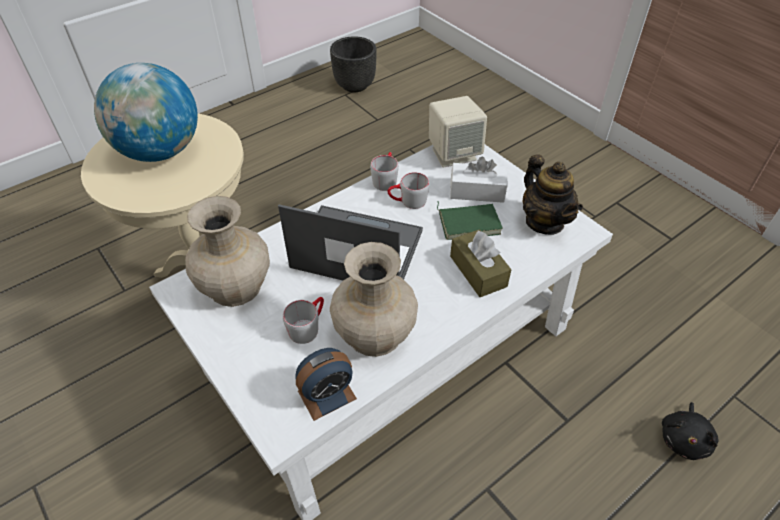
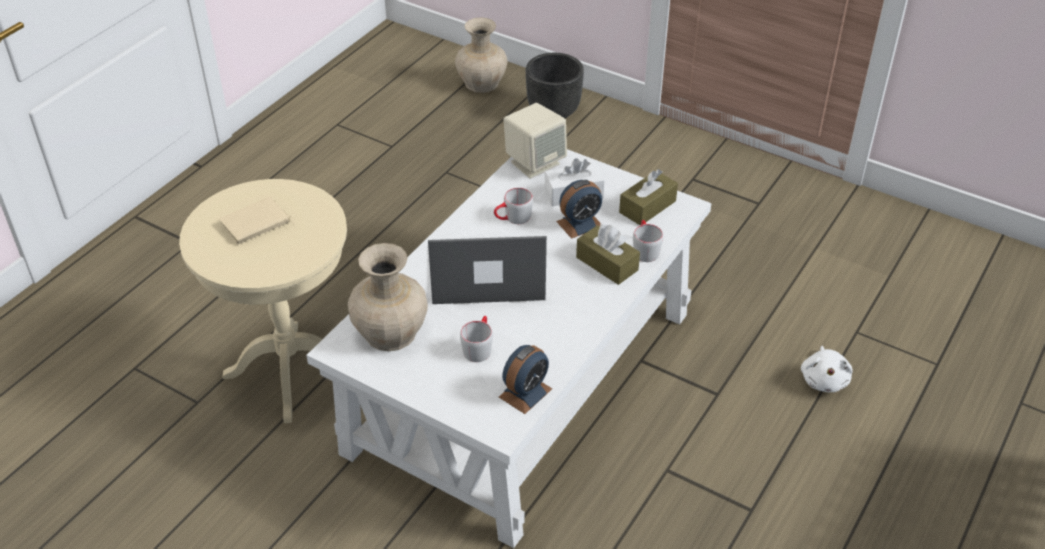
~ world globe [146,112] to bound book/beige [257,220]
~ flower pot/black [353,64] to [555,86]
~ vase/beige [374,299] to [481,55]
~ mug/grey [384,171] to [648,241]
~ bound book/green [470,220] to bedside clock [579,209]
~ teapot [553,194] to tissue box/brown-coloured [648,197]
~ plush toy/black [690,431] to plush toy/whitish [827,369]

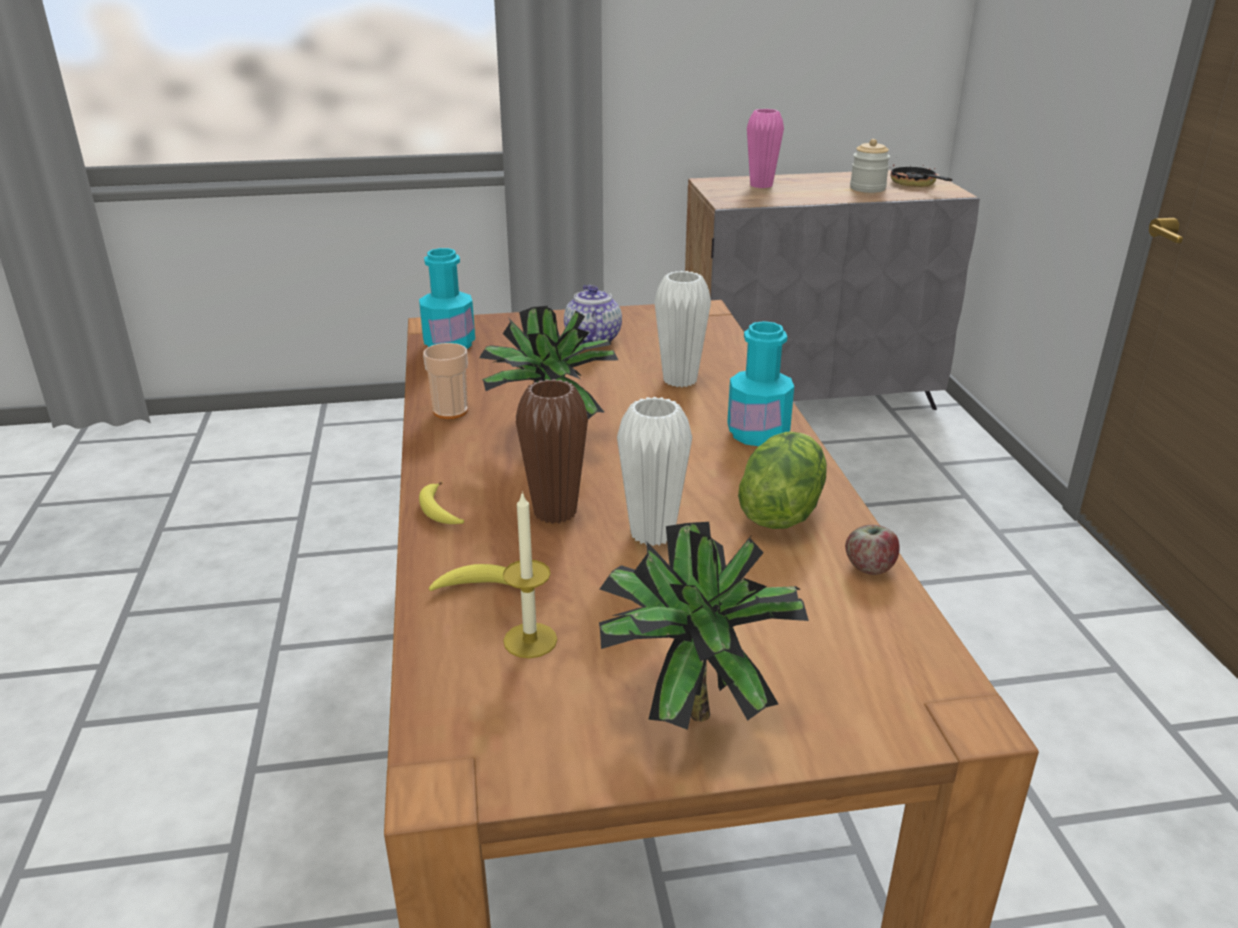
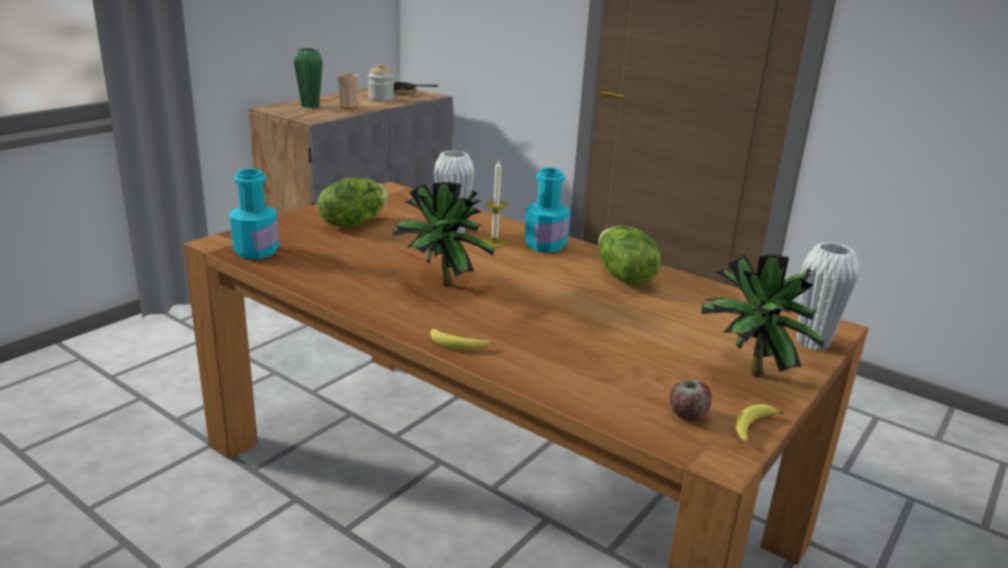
~ small cup [445,381] to [347,90]
~ banana [475,577] to [759,423]
~ wax candle [530,574] to [495,203]
- vase/brown-coloured [552,451]
~ teapot [593,315] to head of lettuce [353,202]
~ vase/whitish [654,471] to [828,296]
~ vase/pink-coloured [765,148] to vase/green [308,78]
~ apple [872,550] to [691,400]

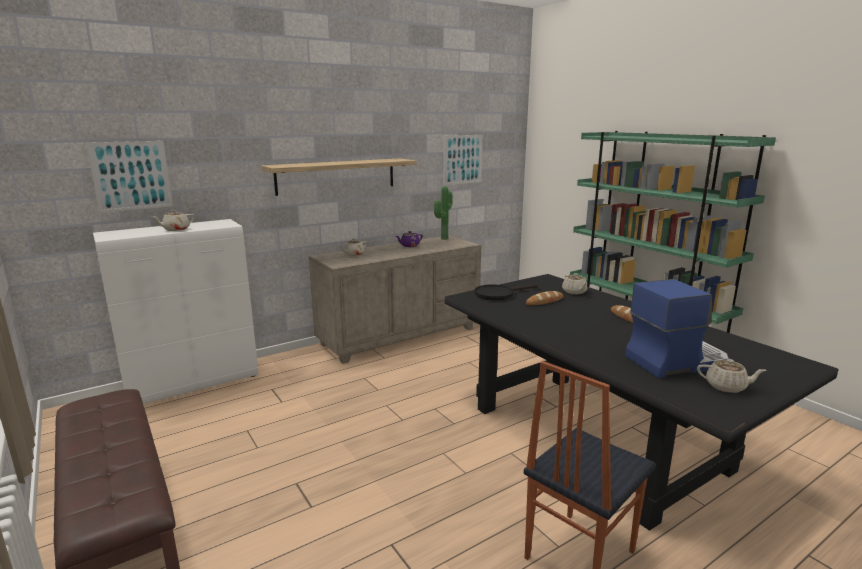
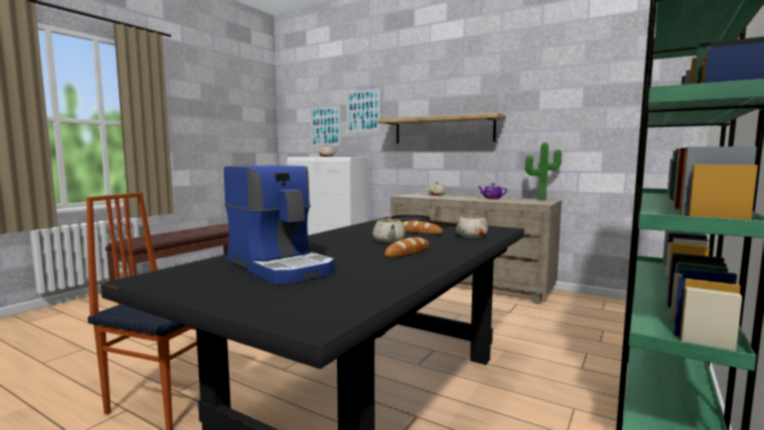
~ picture [463,160] to [363,110]
~ teapot/beige [731,376] to [389,229]

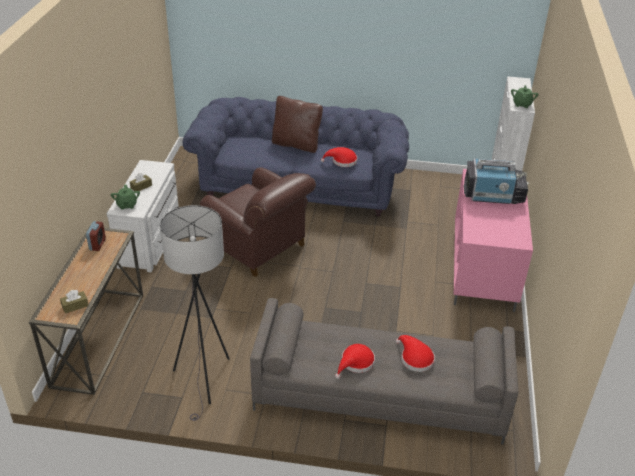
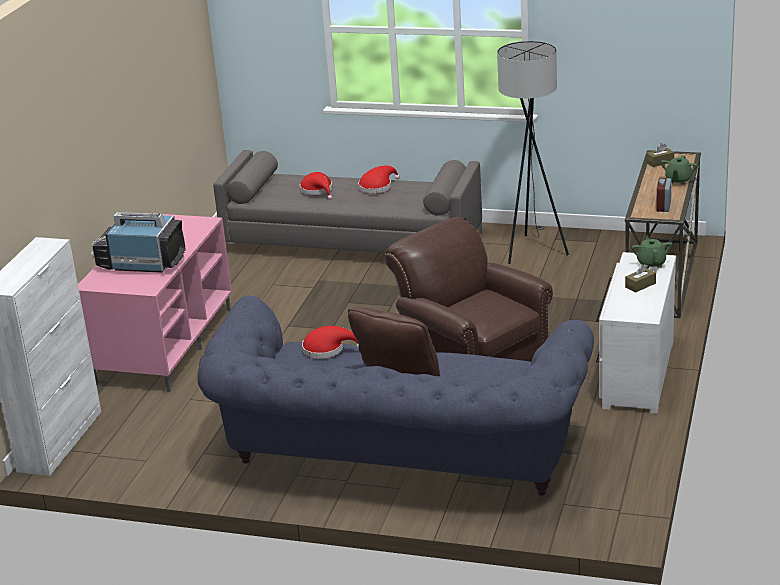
~ teapot/green [525,96] to [679,170]

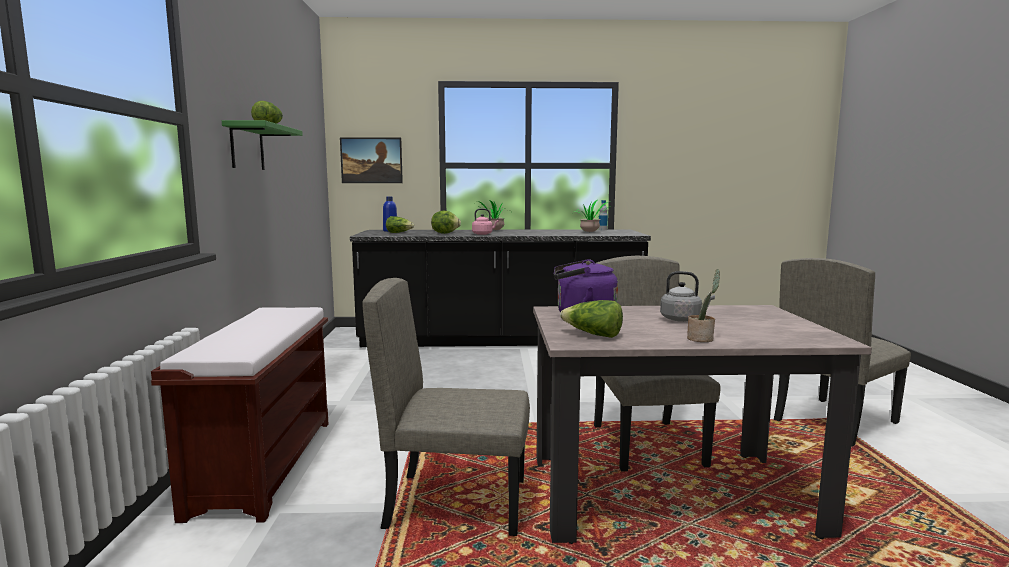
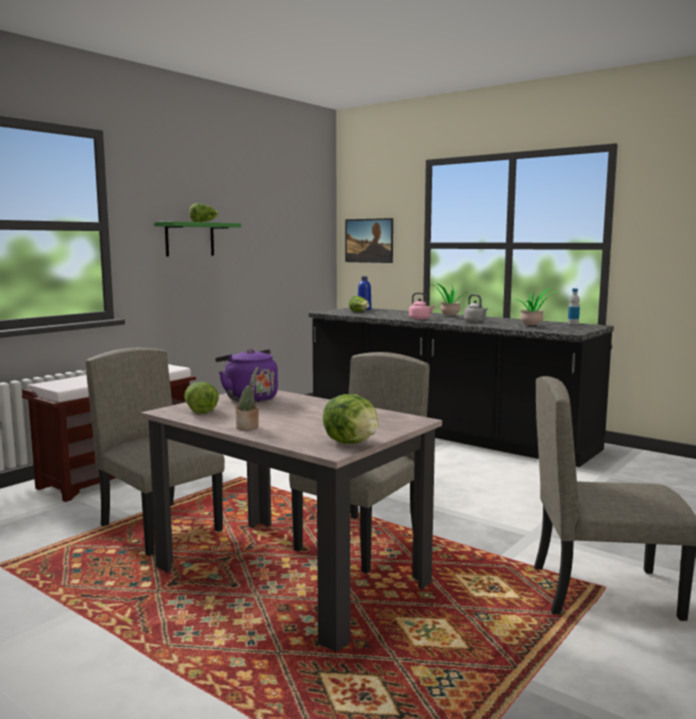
~ head of lettuce [446,222] to [350,419]
~ water kettle/grey [687,296] to [476,308]

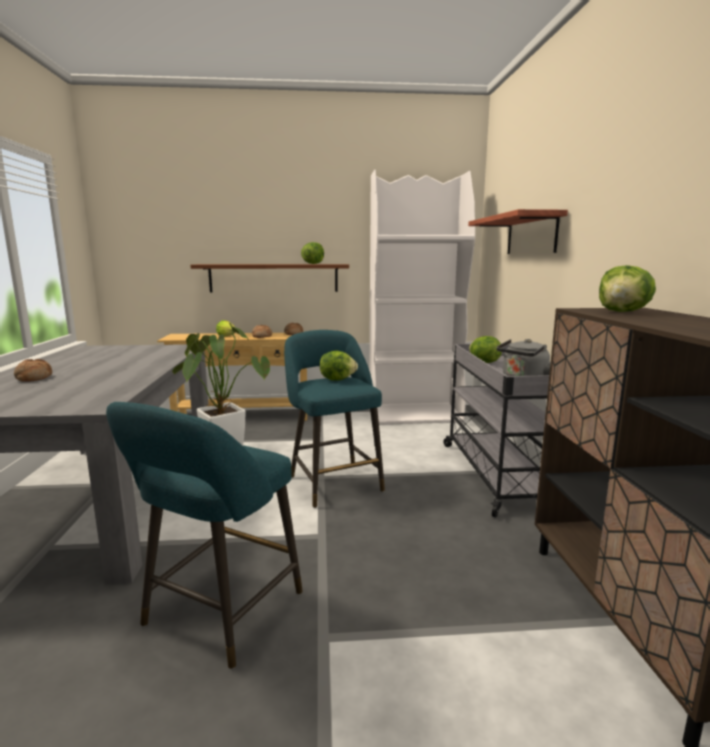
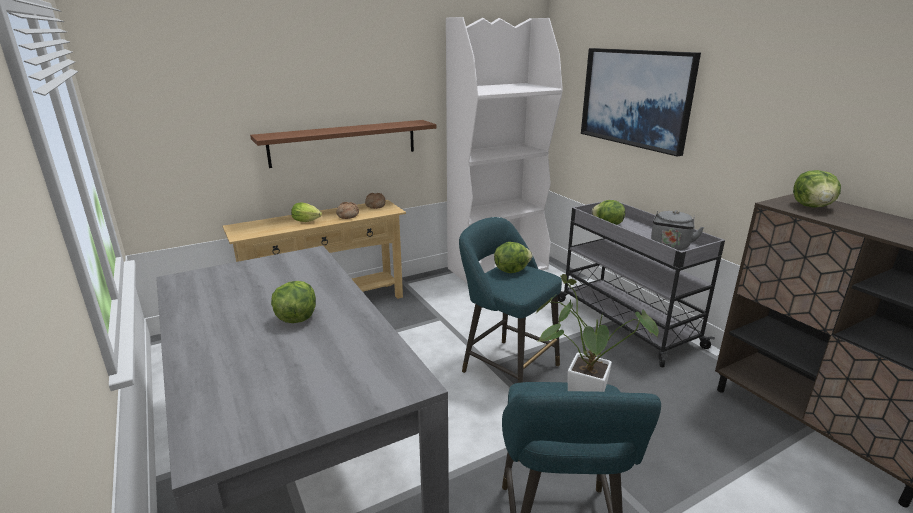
- baked bread [33,370]
~ head of lettuce [312,253] to [293,302]
~ bracket shelf [518,231] to picture [641,102]

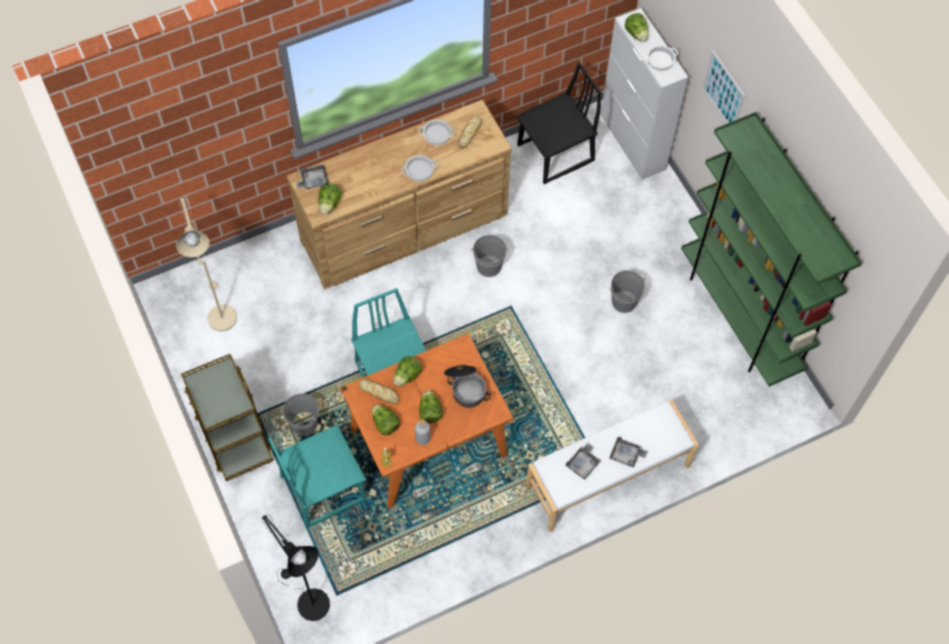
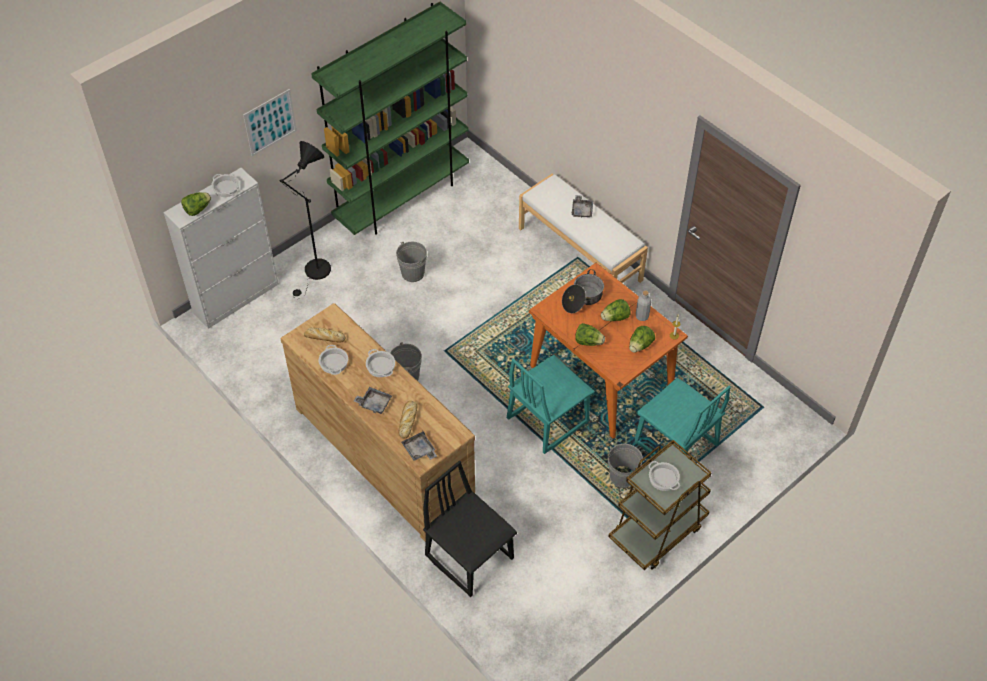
- standard lamp/beige [206,264]
~ standard lamp/black [296,568] to [305,219]
- head of lettuce [330,199]
~ baked bread [379,391] to [408,420]
~ upright chair/black [559,123] to [470,529]
~ serving tray/grey [583,461] to [373,400]
+ saucepot [664,476]

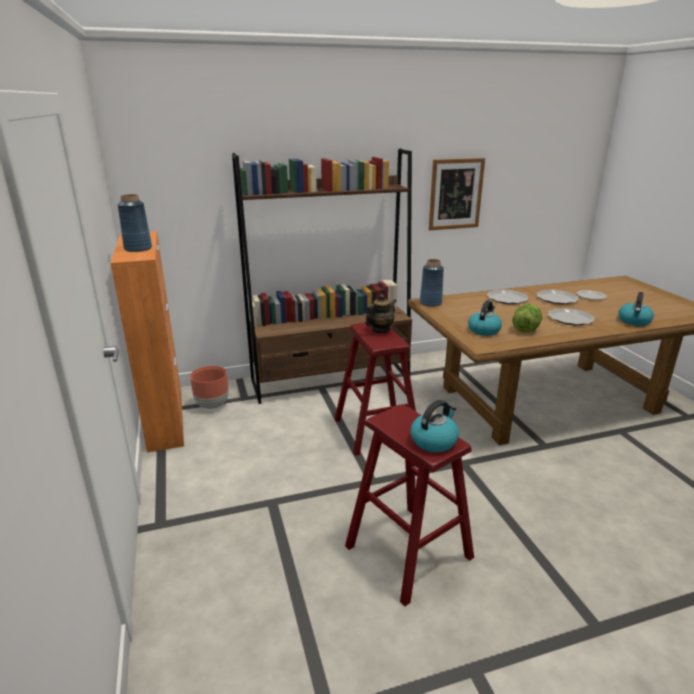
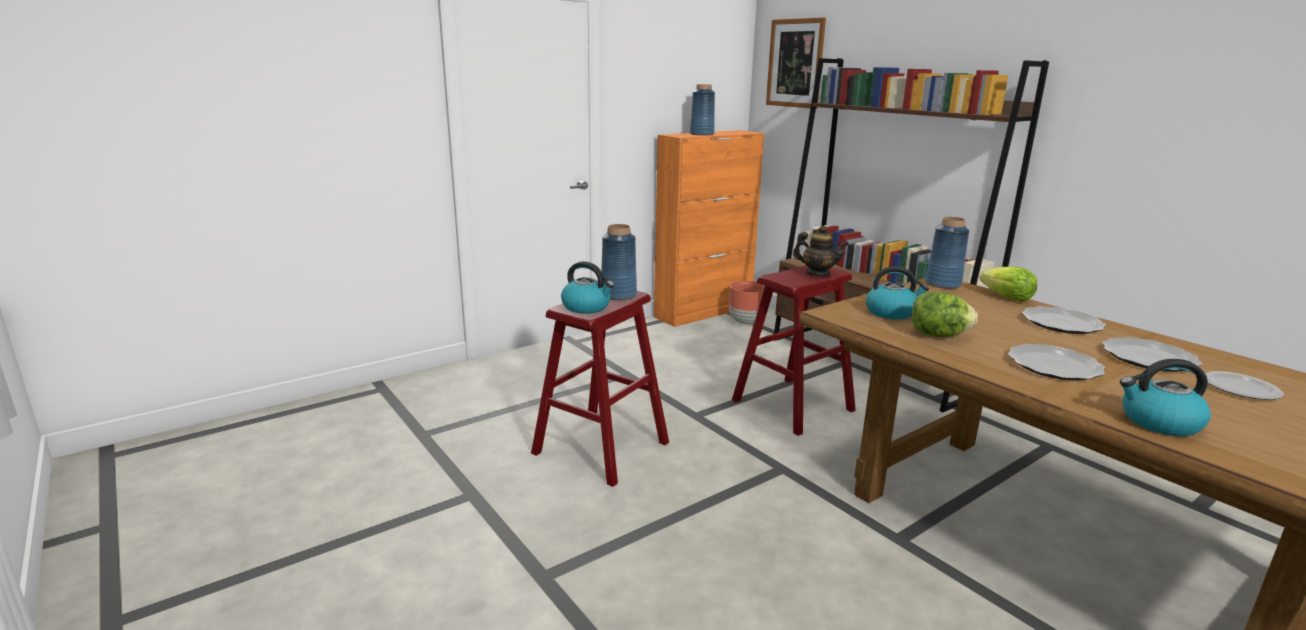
~ picture [457,194] to [796,63]
+ vase/blue-coloured [619,262]
+ head of lettuce [1008,283]

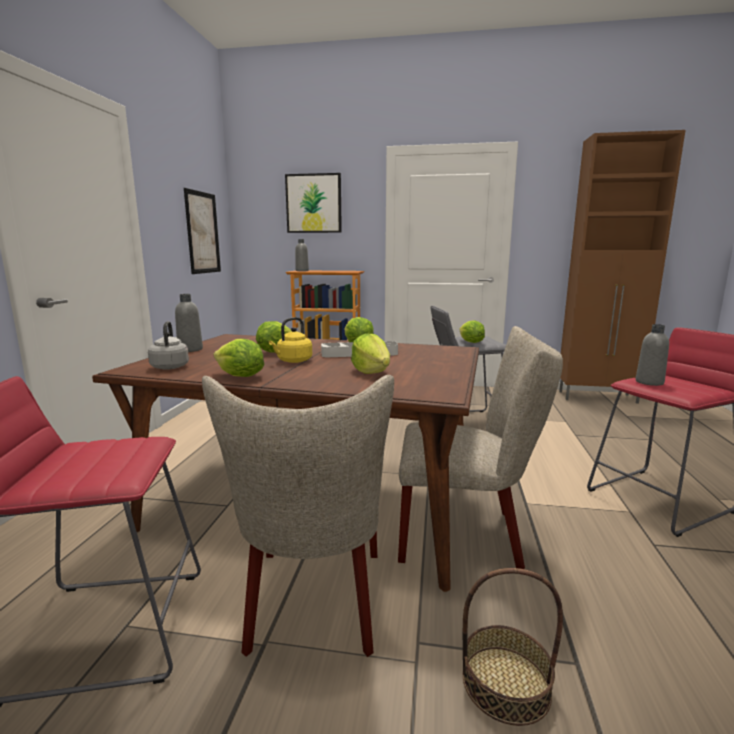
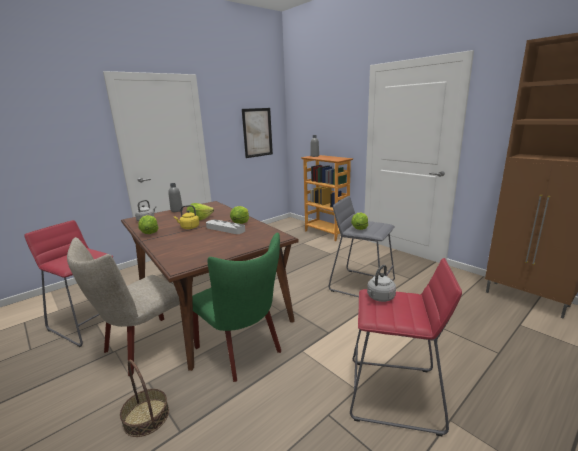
- picture [313,203]
- head of lettuce [370,354]
~ upright chair/beige [480,447] to upright chair/green [236,307]
~ drink bottle/grey [652,355] to water kettle/grey [381,283]

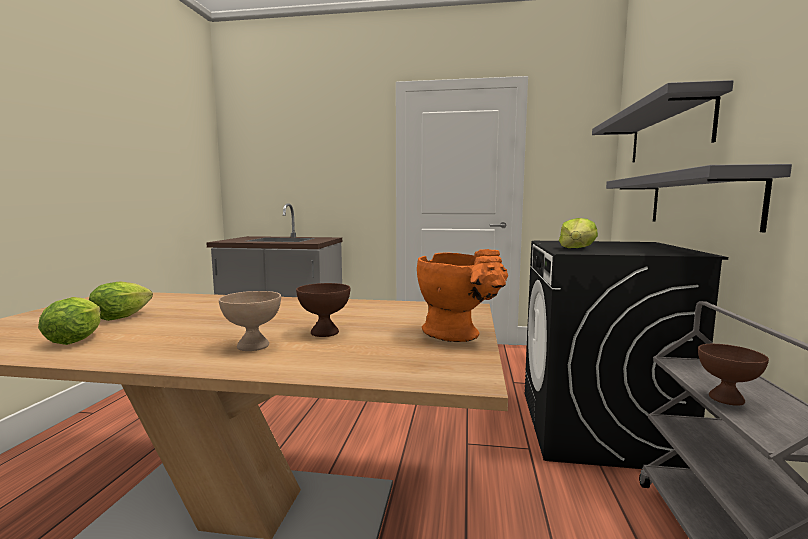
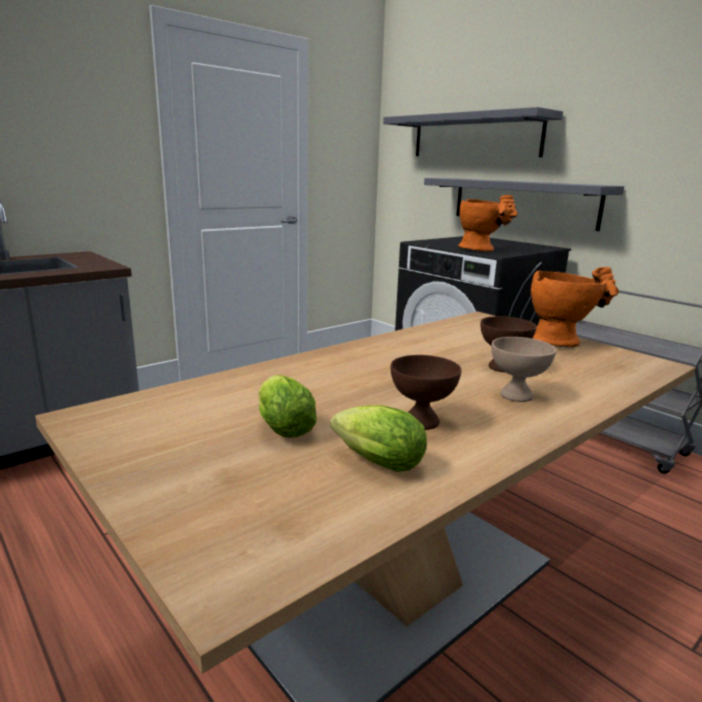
~ head of lettuce [578,233] to vase/orange [488,223]
~ serving bowl/brown-coloured [733,375] to [425,392]

